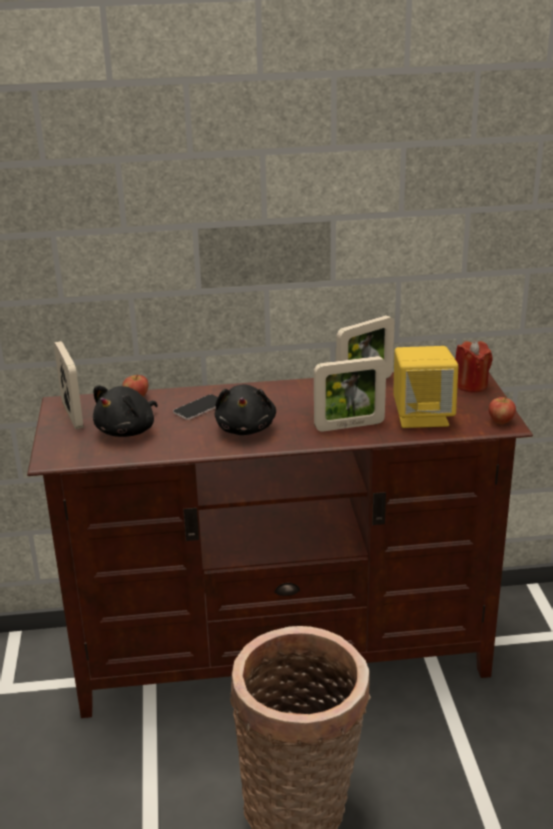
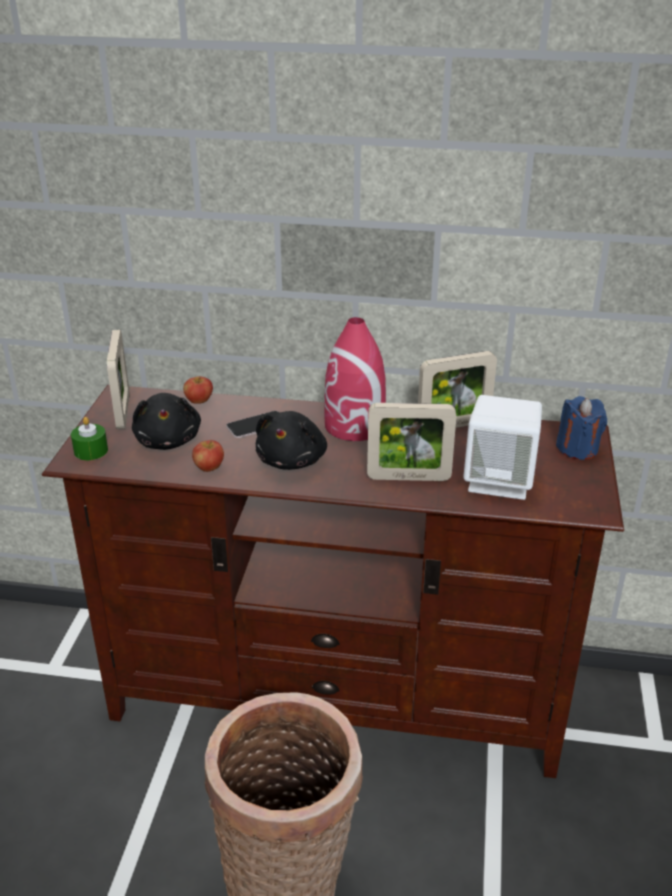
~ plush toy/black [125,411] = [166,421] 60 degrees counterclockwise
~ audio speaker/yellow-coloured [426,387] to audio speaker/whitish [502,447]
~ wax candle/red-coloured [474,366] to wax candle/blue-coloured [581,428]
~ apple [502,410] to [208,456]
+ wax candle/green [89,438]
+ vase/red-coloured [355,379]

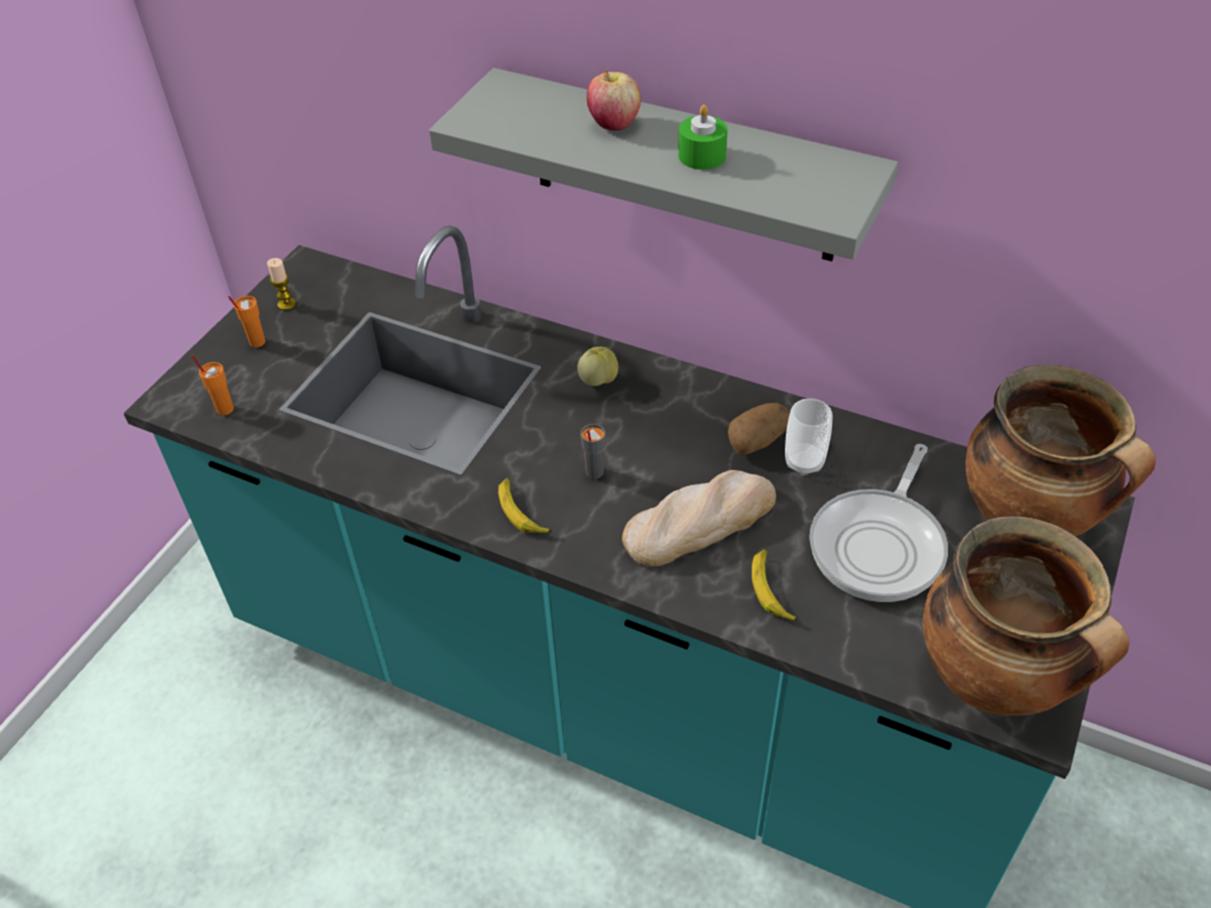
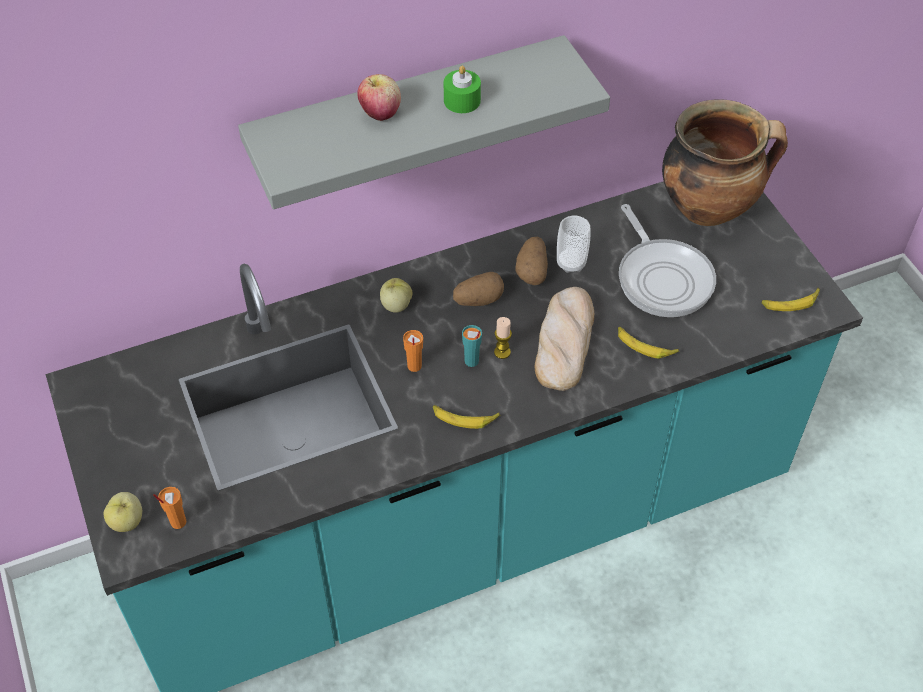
~ small cup/orange [246,321] to [413,351]
~ wax candle [281,284] to [503,338]
~ small cup/grey [593,451] to small cup/turquoise-coloured [472,346]
~ saucepot [1026,616] to banana [790,299]
+ apple [123,512]
+ potato [478,289]

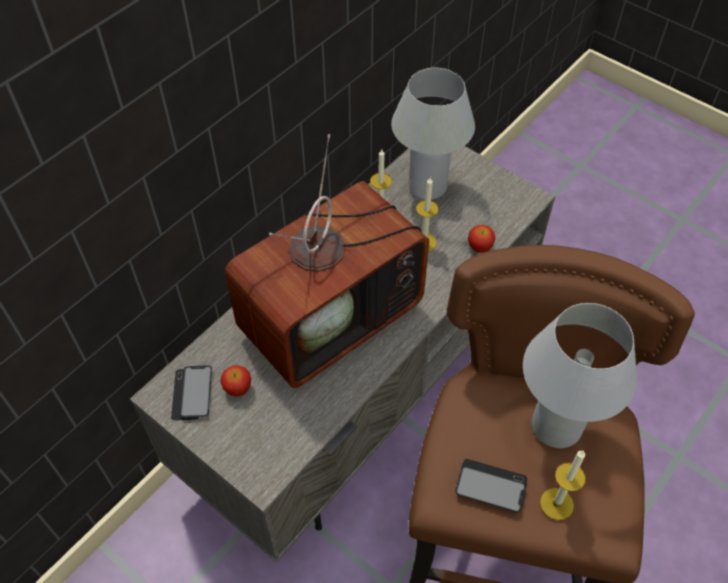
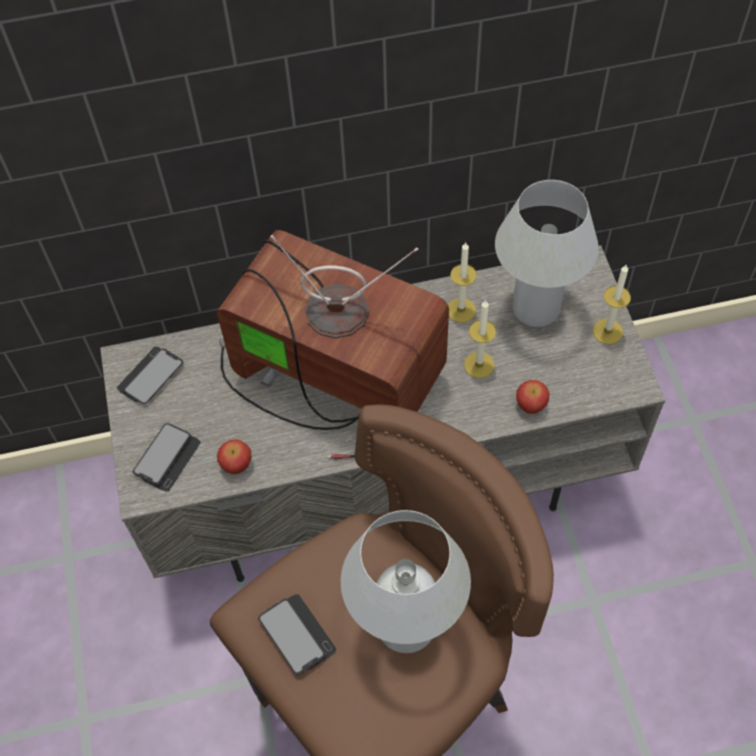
~ apple [235,380] to [234,456]
~ TV set [327,261] = [333,344] 150 degrees counterclockwise
~ wax candle [563,485] to [612,304]
+ phone [166,457]

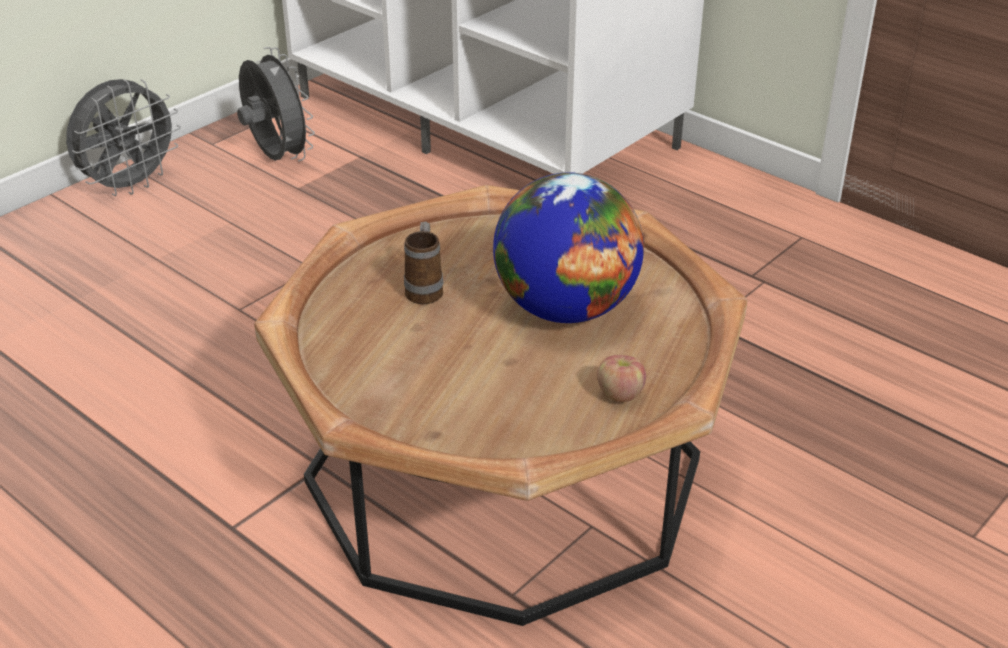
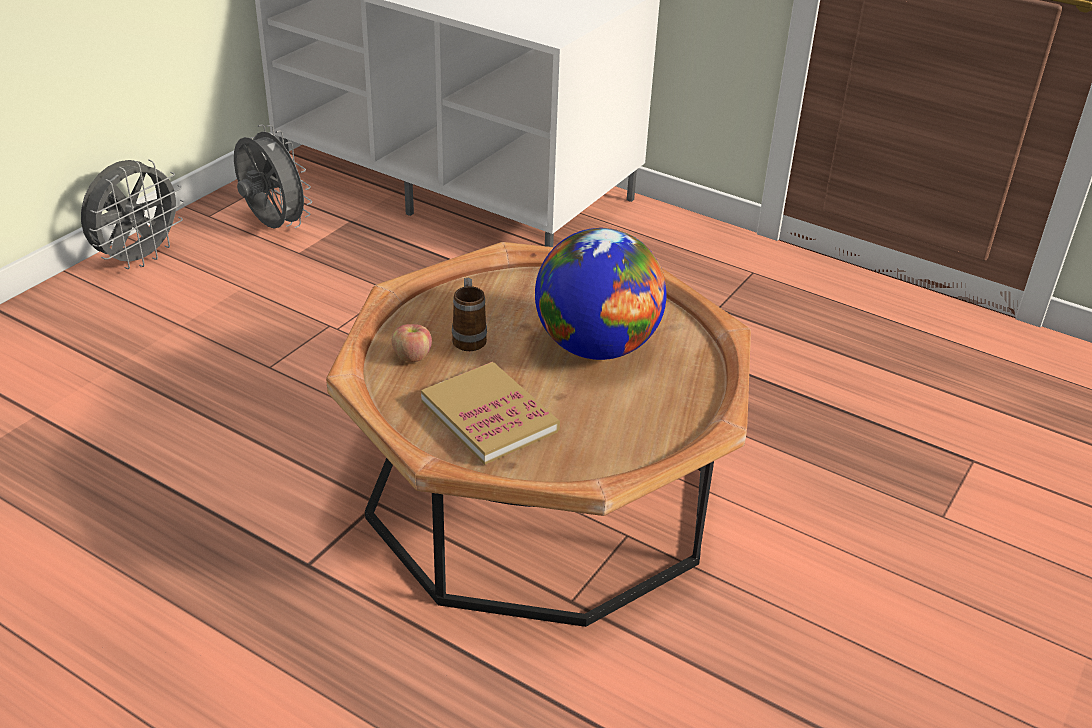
~ apple [621,378] to [412,343]
+ bound book [490,413]

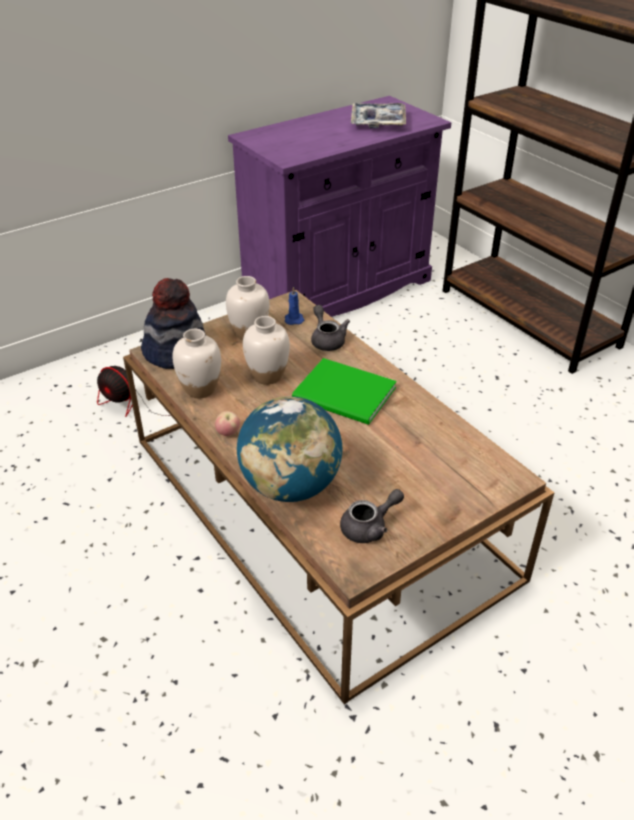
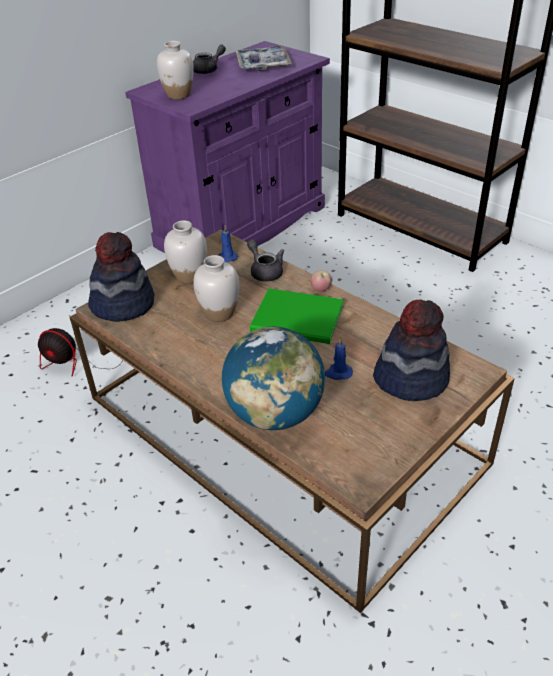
~ vase/whitish [196,363] to [175,70]
~ apple [227,423] to [321,281]
~ teapot/grey [372,516] to [209,59]
+ wax candle/blue-coloured [339,359]
+ wearable hat [411,350]

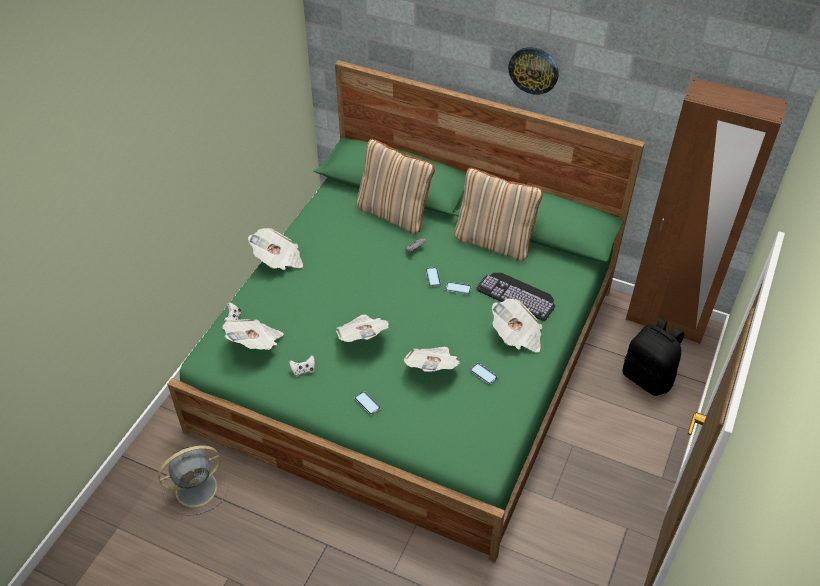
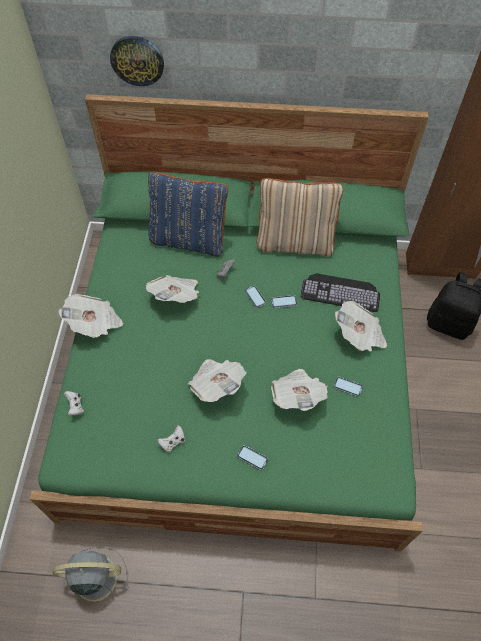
~ electric fan/grey [193,480] = [90,580] 135 degrees counterclockwise
~ daily paper [253,334] to [172,289]
~ pillow/beige [395,186] to pillow/blue-coloured [188,214]
~ clock on the wall [533,71] to [137,61]

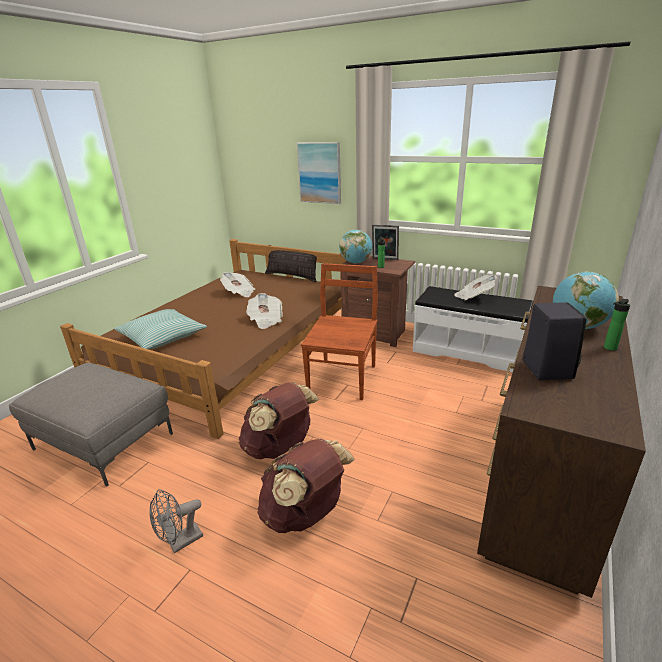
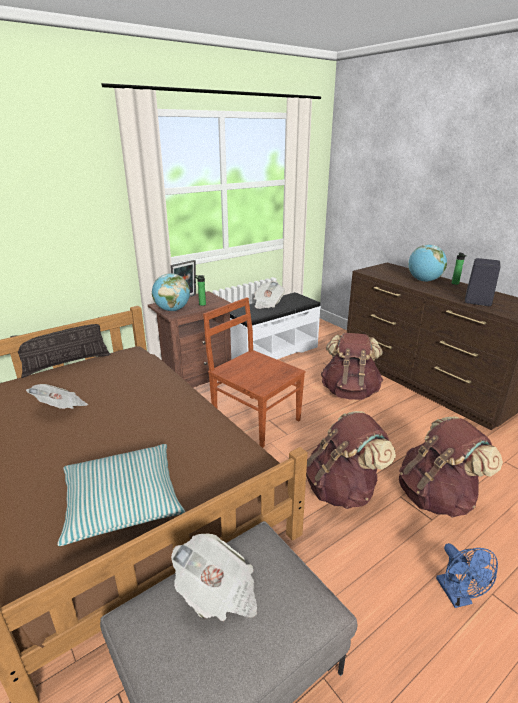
~ electric fan/grey [176,521] to electric fan/blue-coloured [467,575]
~ daily paper [264,311] to [214,577]
- picture [319,173]
+ knapsack/brown-coloured [352,366]

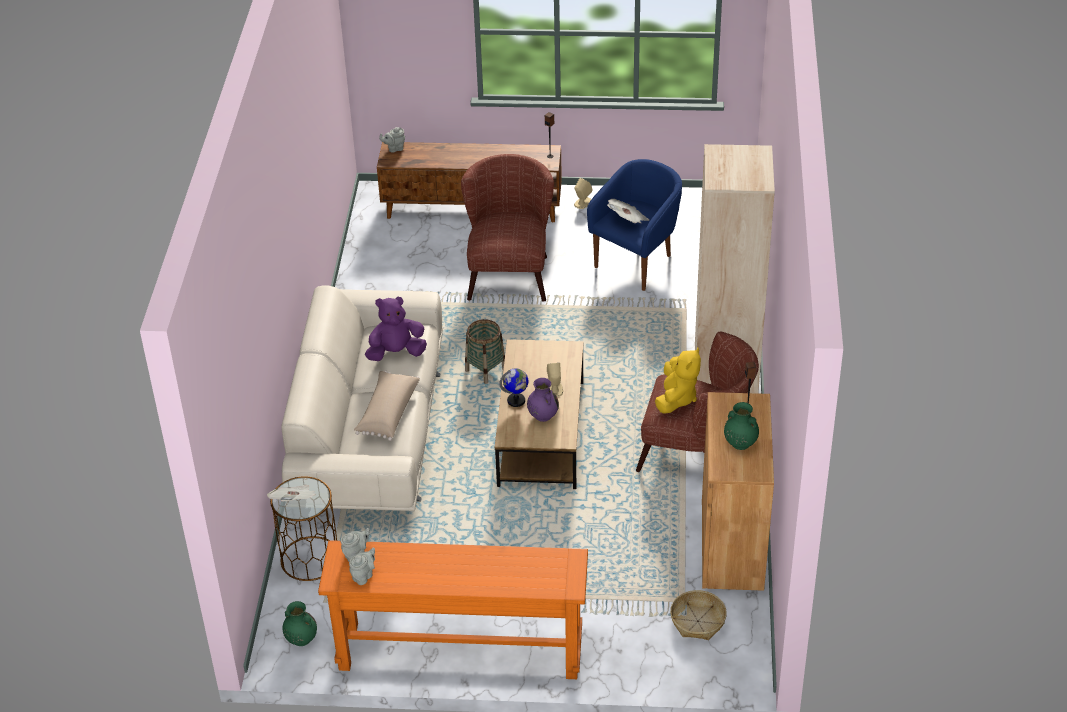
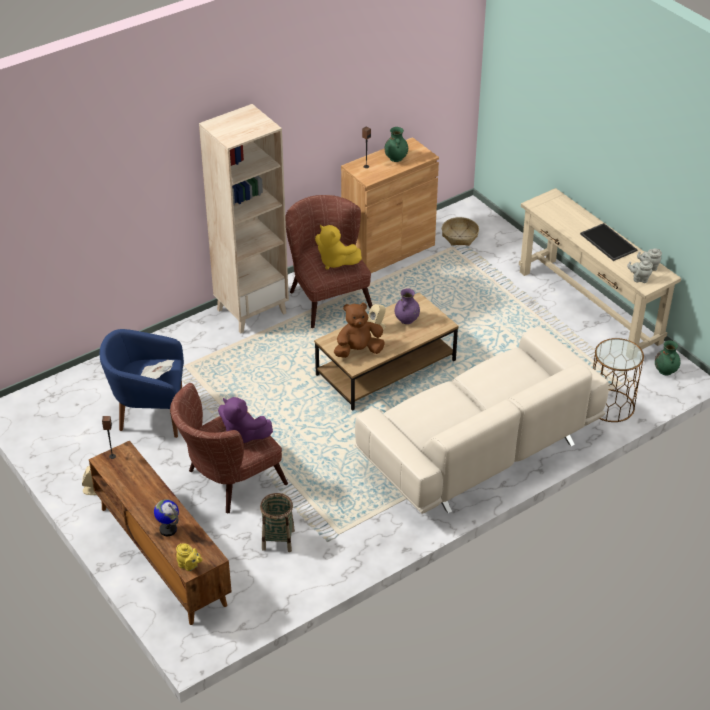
- daily paper [291,493]
~ narrow table/orange [453,609] to narrow table/beige [600,268]
- pillow/beige [387,406]
~ plush toy/purplish [396,329] to [245,420]
~ teapot/grey [392,140] to teapot/yellow-coloured [189,557]
~ basket [485,351] to [277,522]
~ world globe [513,387] to [166,517]
~ plush toy/yellow-coloured [678,381] = [338,247] 120 degrees counterclockwise
+ plush toy/brown-coloured [359,330]
+ serving tray [608,242]

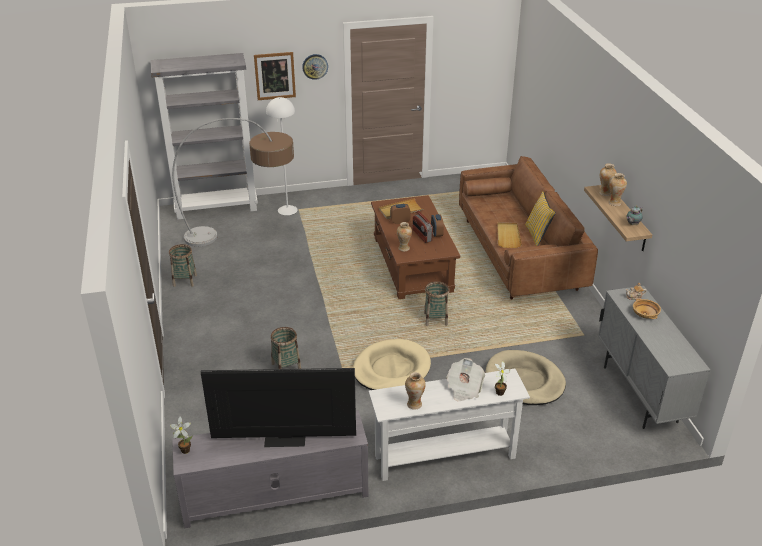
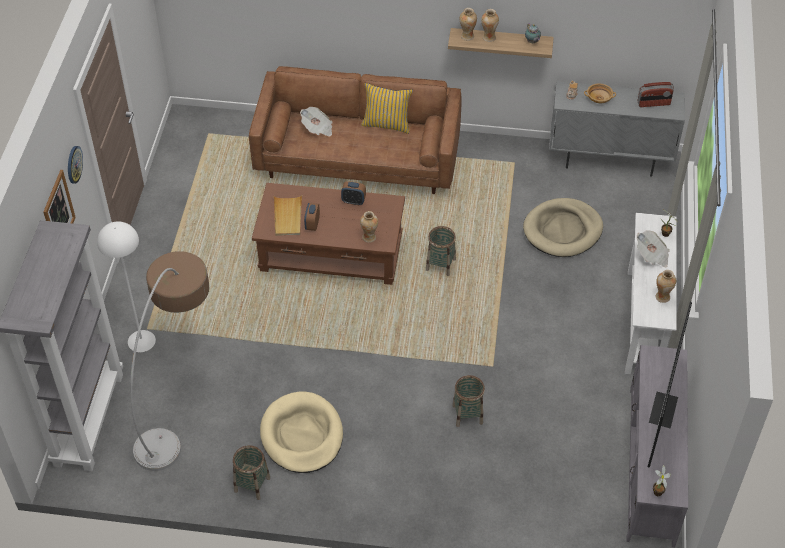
~ dog bed/beige [392,364] to [301,432]
~ radio set [422,227] to [656,94]
- serving tray/beige [509,235]
+ daily paper [316,122]

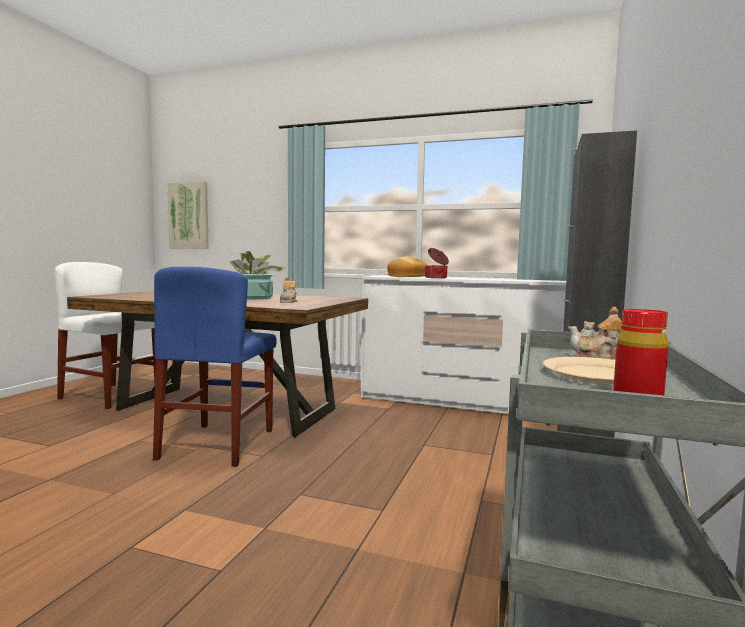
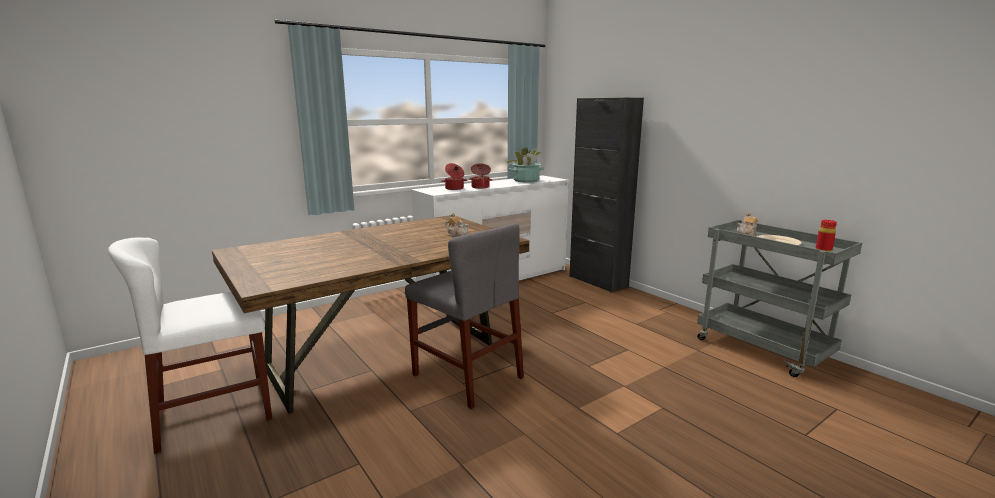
~ upright chair/blue-coloured [214,367] to upright chair/grey [464,316]
- picture [188,215]
~ potted plant [258,275] to [525,165]
~ baked bread [407,266] to saucepot [454,176]

